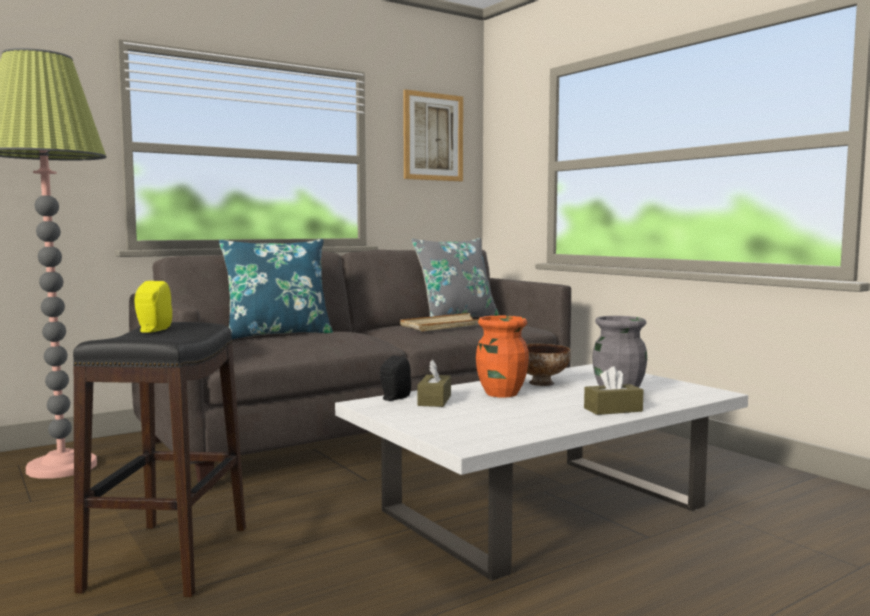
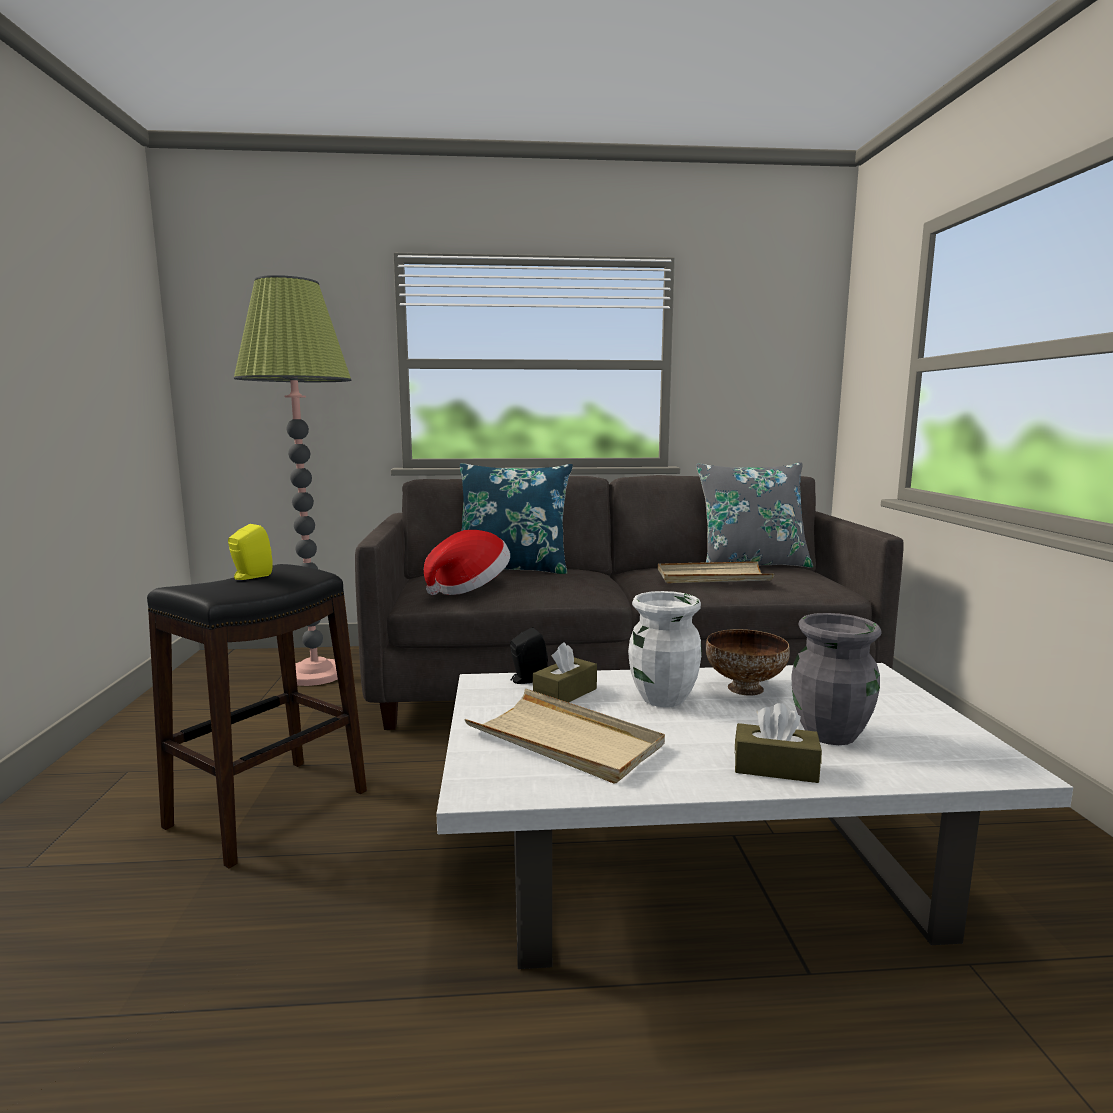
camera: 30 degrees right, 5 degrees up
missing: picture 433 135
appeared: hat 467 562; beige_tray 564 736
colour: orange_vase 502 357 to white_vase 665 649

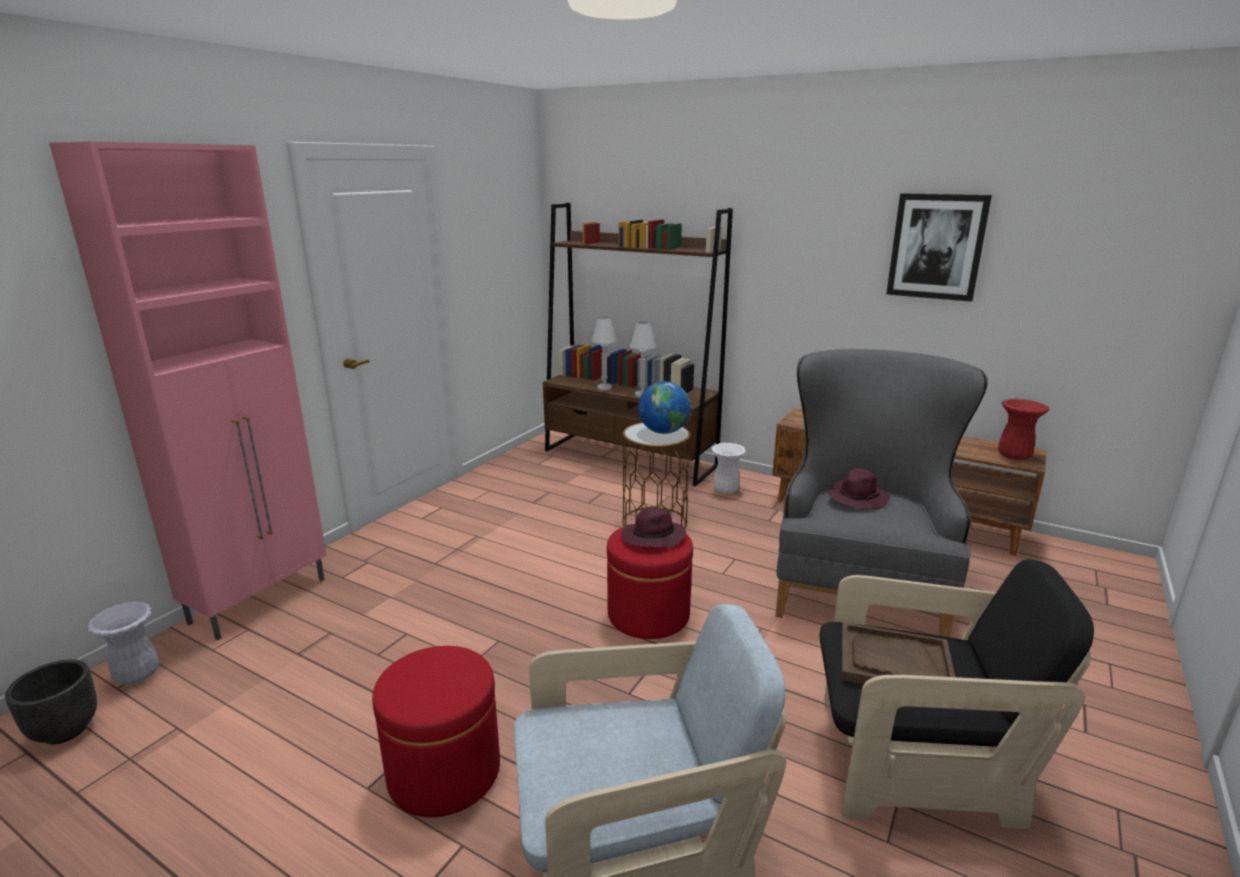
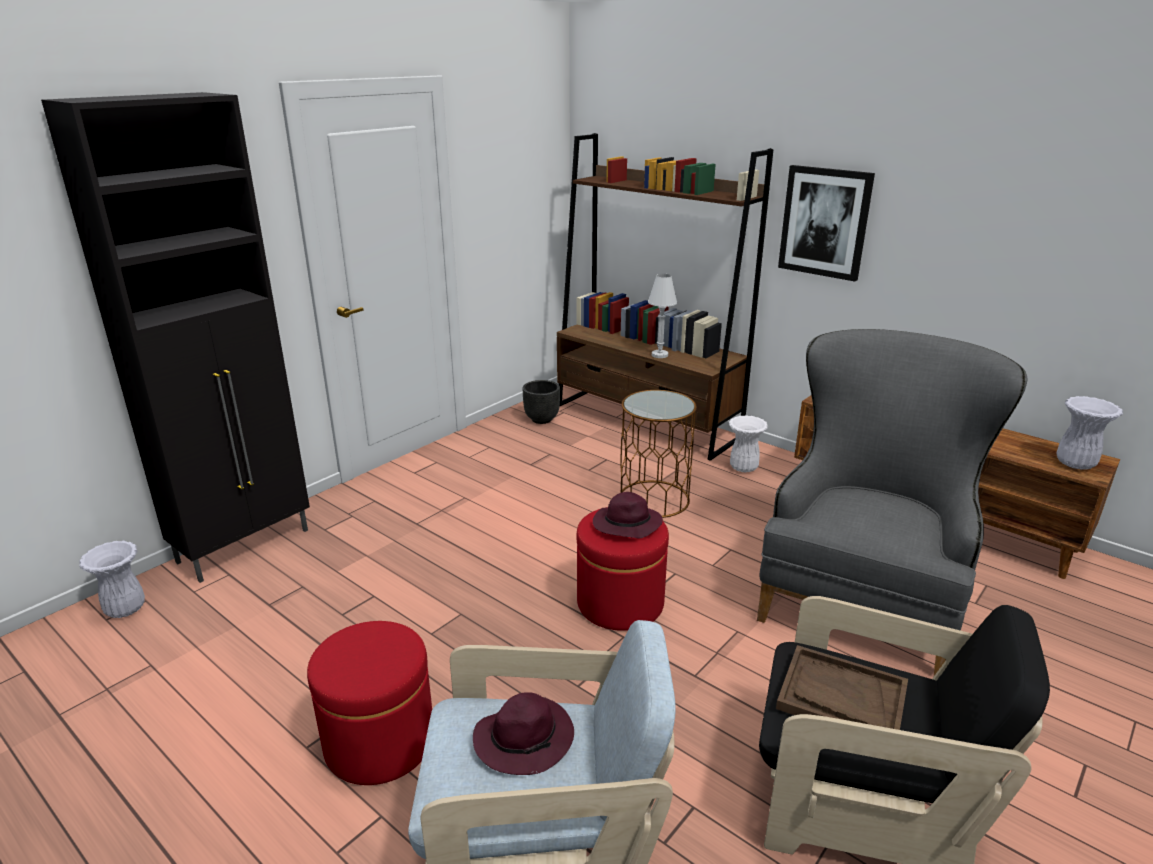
camera: 10 degrees right, 5 degrees up
missing: white_table_lamp 604 353; globe 664 407
relocated: picture 939 247 to 826 223; purple_hat 858 488 to 523 733; black_planter 51 701 to 541 402
colour: pink_cabinet 188 391 to black_cabinet 175 337; red_vase 1024 429 to white_vase 1089 432

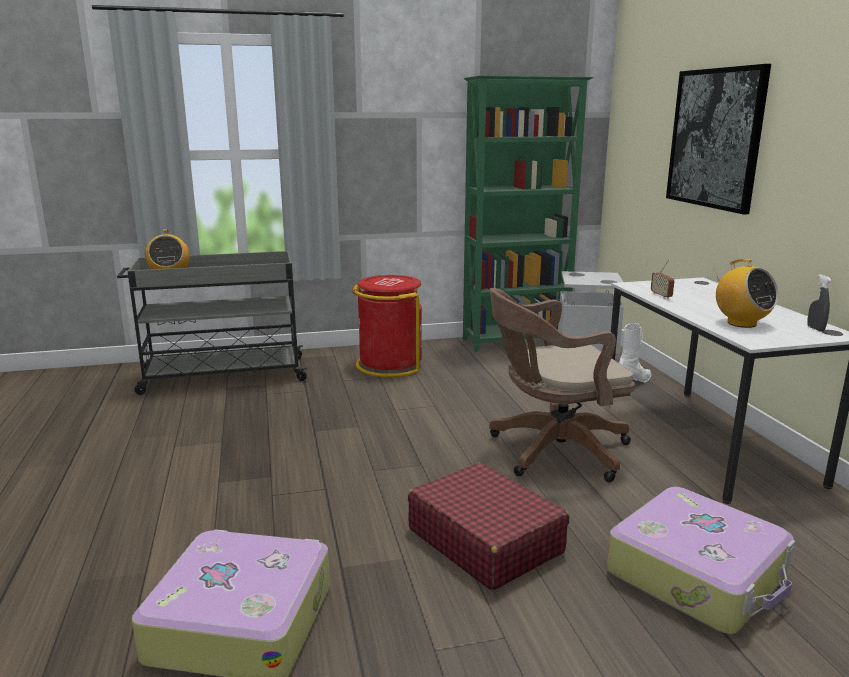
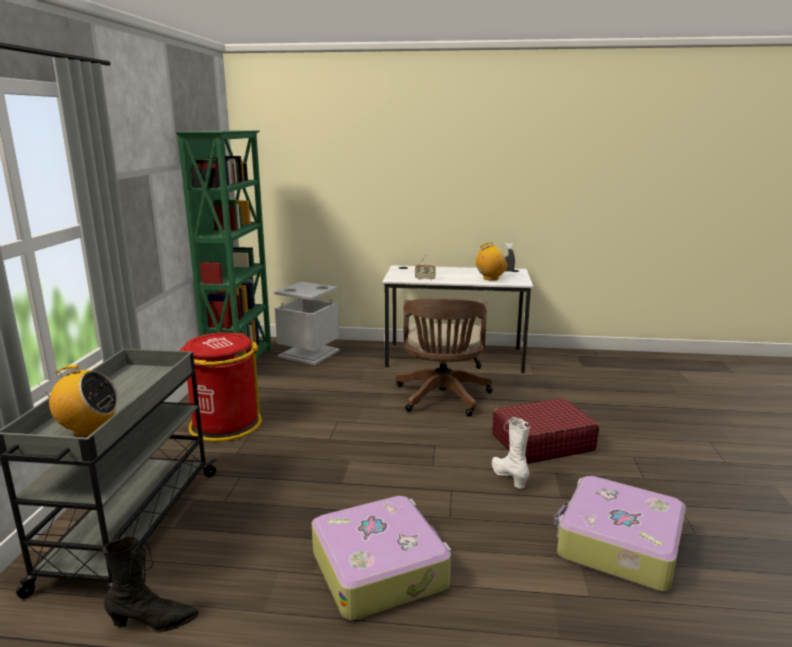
camera: 70 degrees left, 0 degrees up
missing: picture 718 139
appeared: black_boot 151 583
relocated: white_boot 635 353 to 511 453; suitcase 701 560 to 381 558

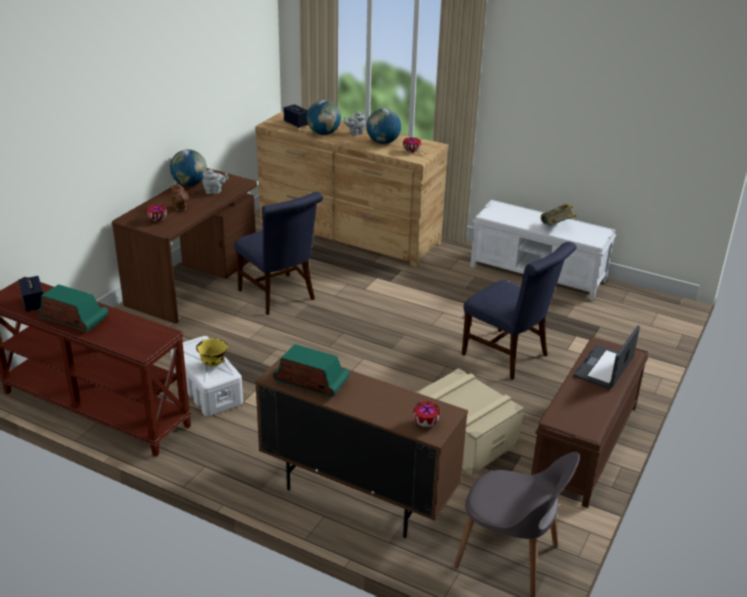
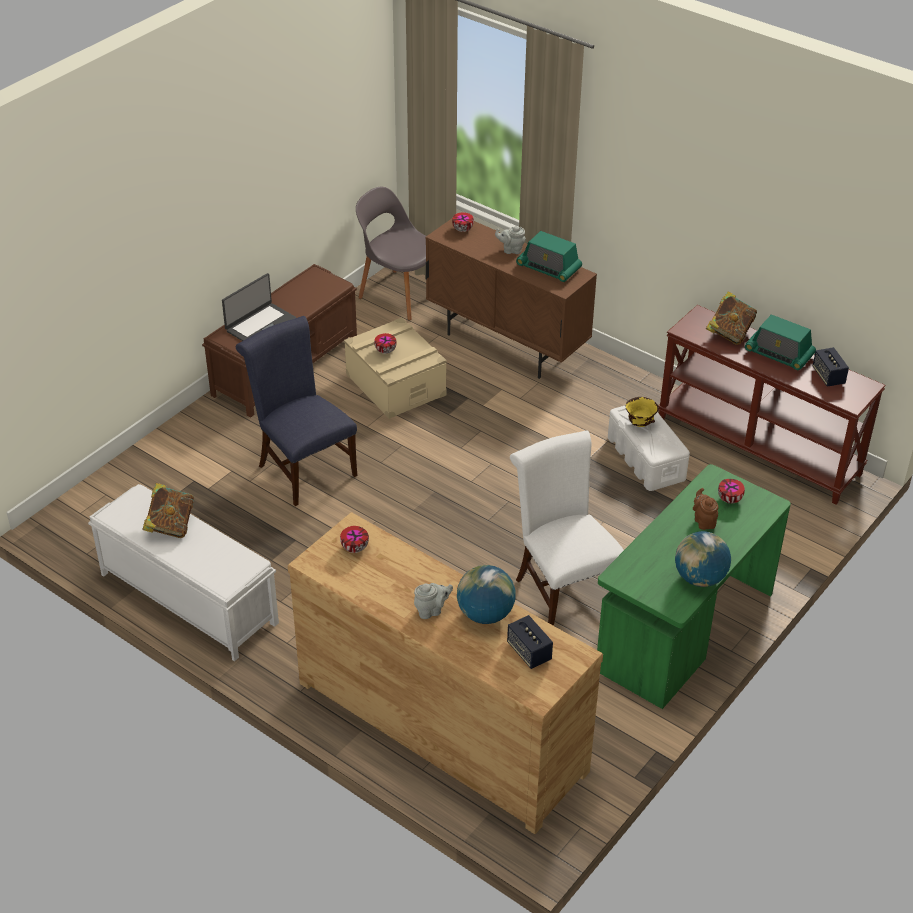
camera: 170 degrees left, 10 degrees up
missing: globe 383 126
appeared: book 731 318; bowl 385 343
relocated: grey_teapot 215 181 to 510 240
colour: brown_desk 184 245 to green_desk 694 586; blue_chair 278 253 to white_chair 567 528

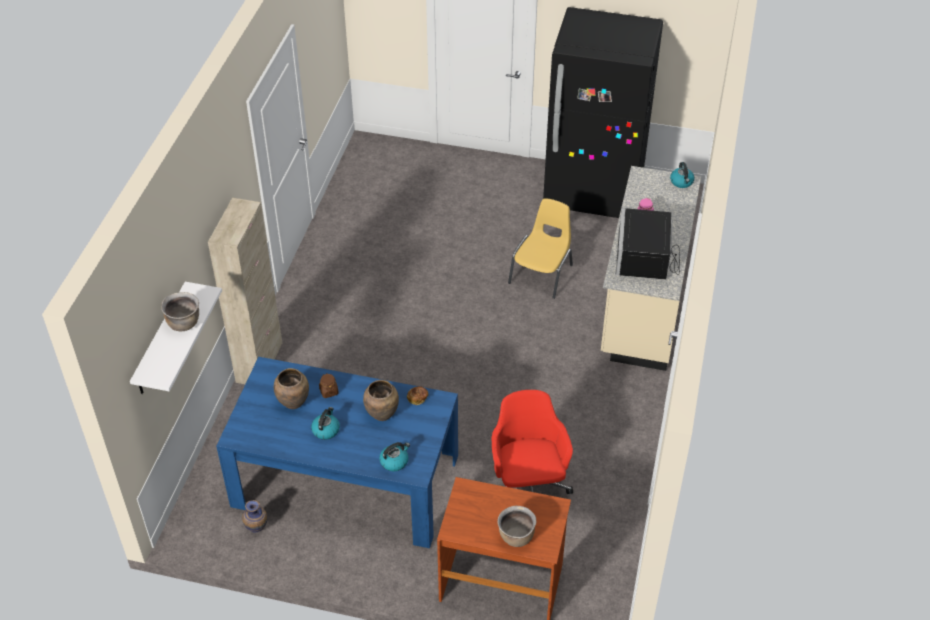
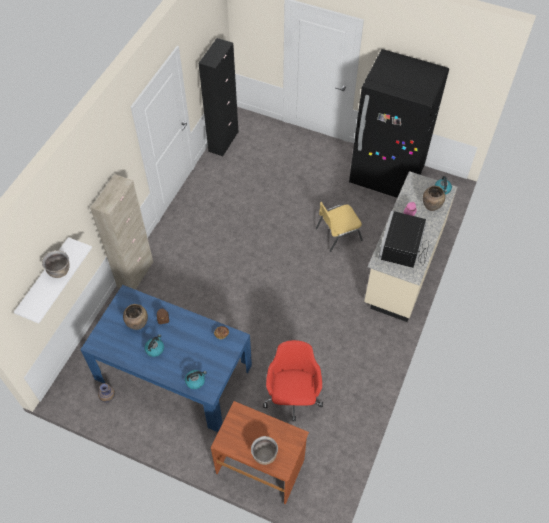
camera: 10 degrees right, 10 degrees up
appeared: black_cabinet 218 97
relocated: brown_vase 381 400 to 434 198
spun: yellow_chair 540 248 = 339 227 150 degrees counterclockwise

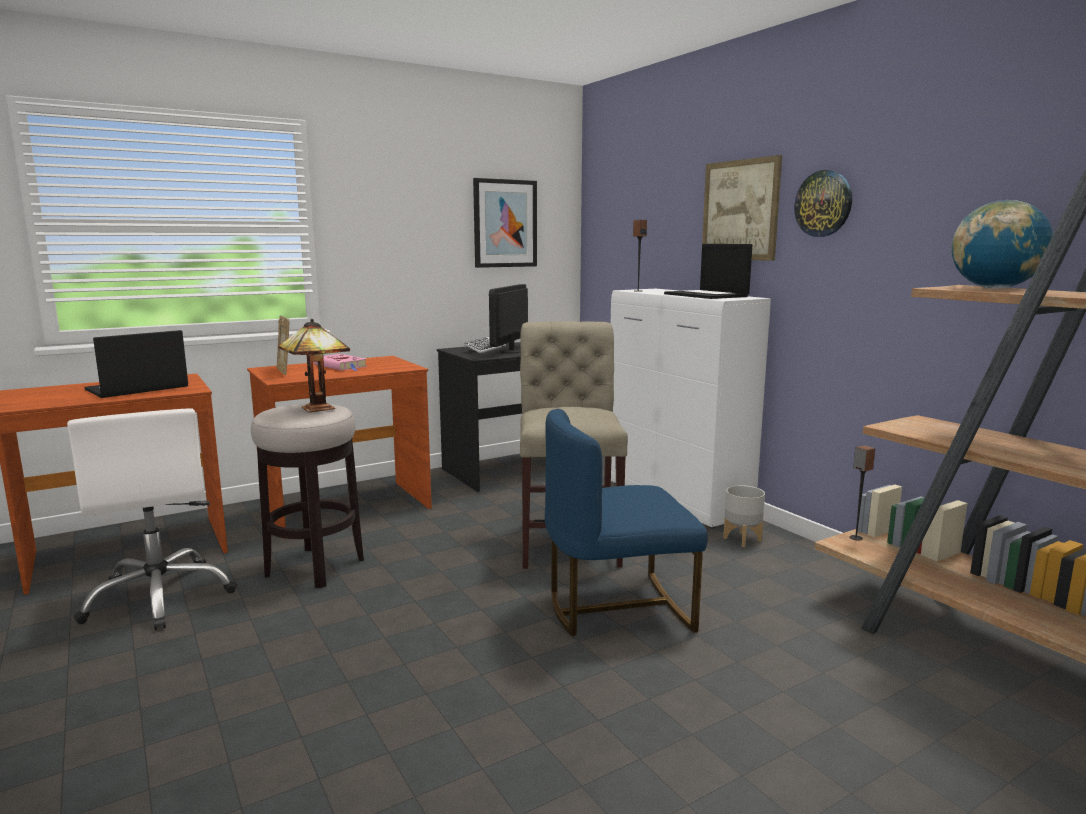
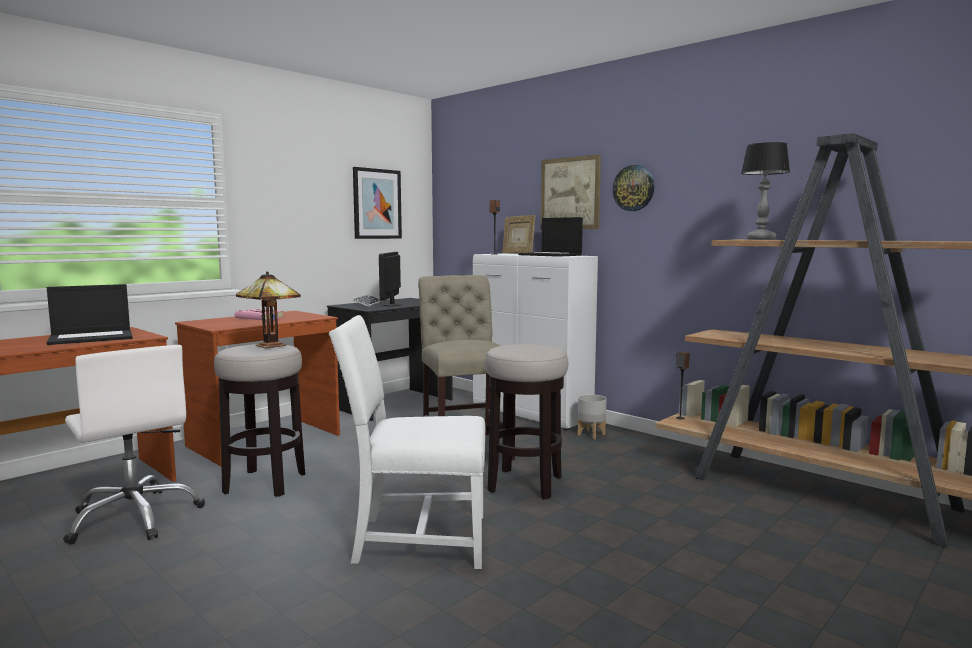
camera: 15 degrees left, 5 degrees down
appeared: white_chair 407 442
relocated: picture_frame 283 345 to 518 234
exchanged: globe 1002 244 to table_lamp 765 191; blue_chair 626 522 to stool 526 421
spun: laptop 136 364 = 89 314 150 degrees counterclockwise

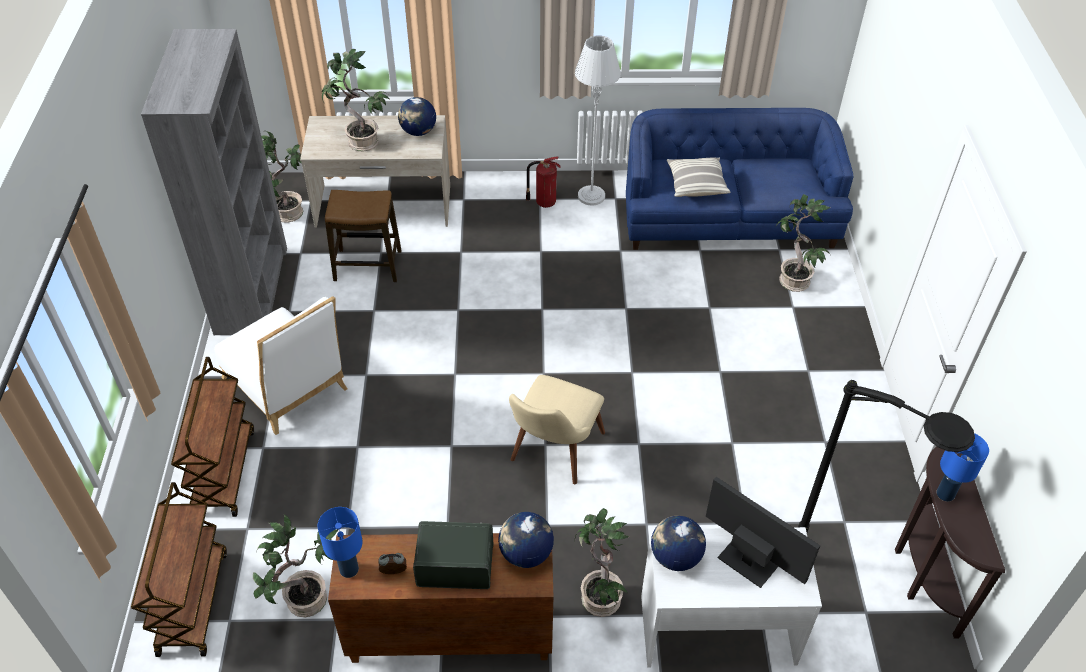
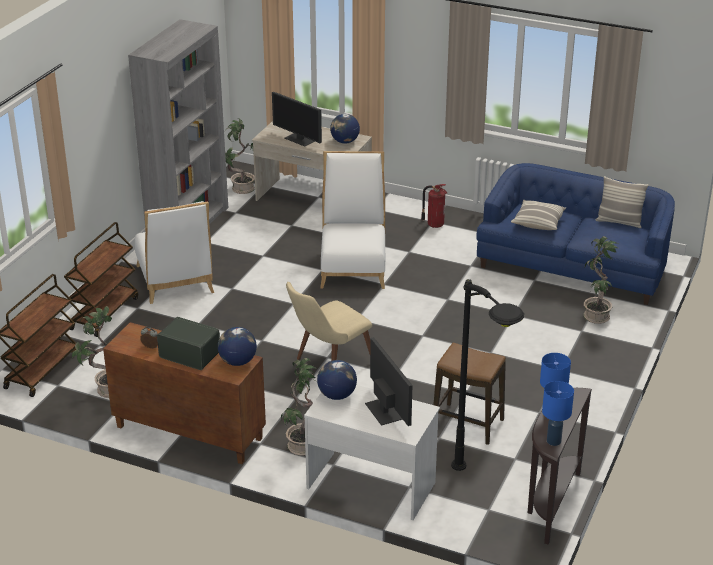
camera: 25 degrees right, 15 degrees down
missing: grey_floor_lamp 598 120
appeared: white_chair 352 220; pillow 622 202
relocated: stool 363 236 to 469 394; blue_table_lamp 340 542 to 558 413
exchanged: potted_plant 355 100 to monitor 297 119

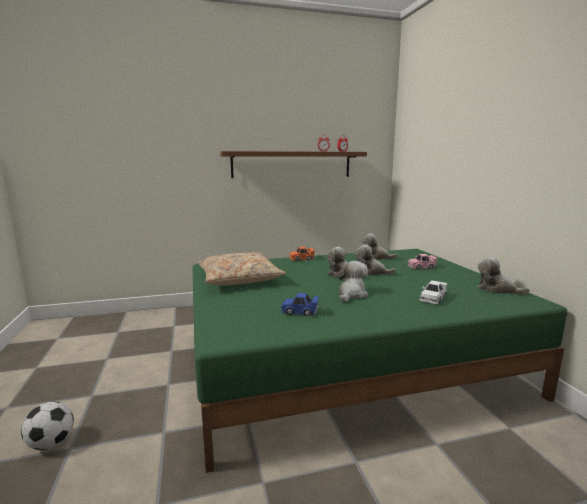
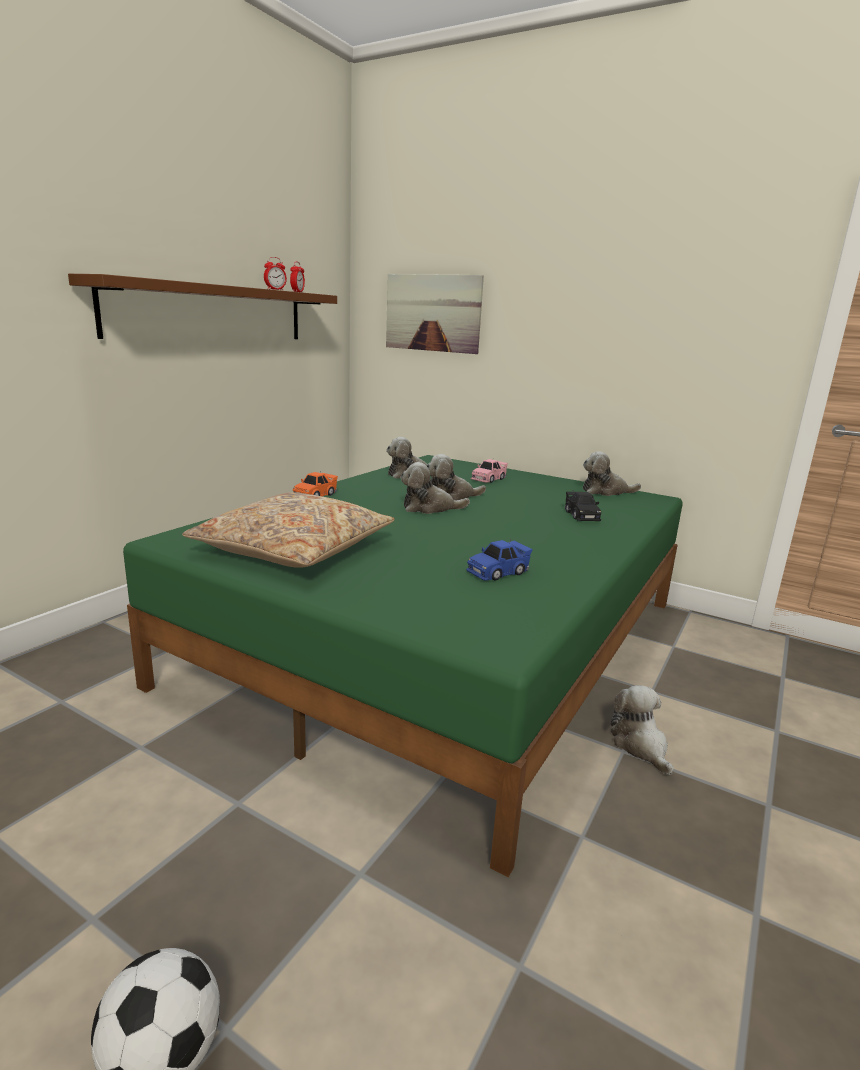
camera: 45 degrees left, 5 degrees up
appeared: picture 435 314
relocated: plush_toy 353 281 to 642 730
colour: white_toy_car 433 292 to black_toy_car 583 505

